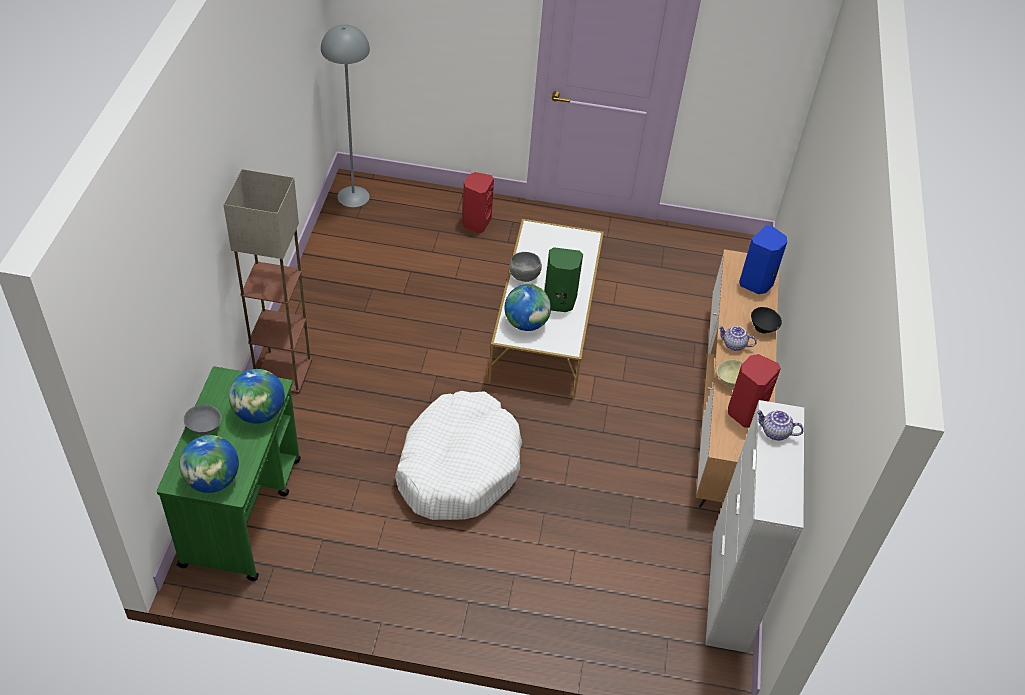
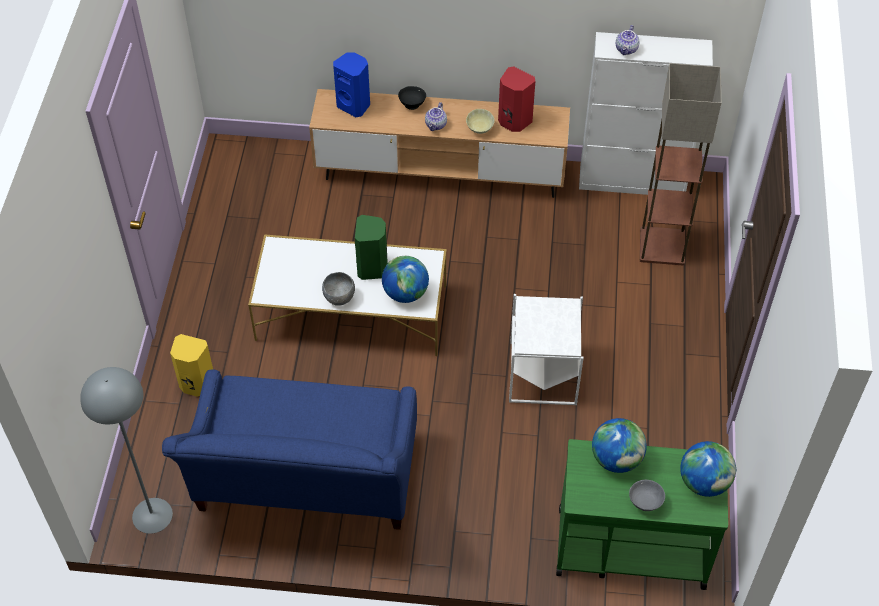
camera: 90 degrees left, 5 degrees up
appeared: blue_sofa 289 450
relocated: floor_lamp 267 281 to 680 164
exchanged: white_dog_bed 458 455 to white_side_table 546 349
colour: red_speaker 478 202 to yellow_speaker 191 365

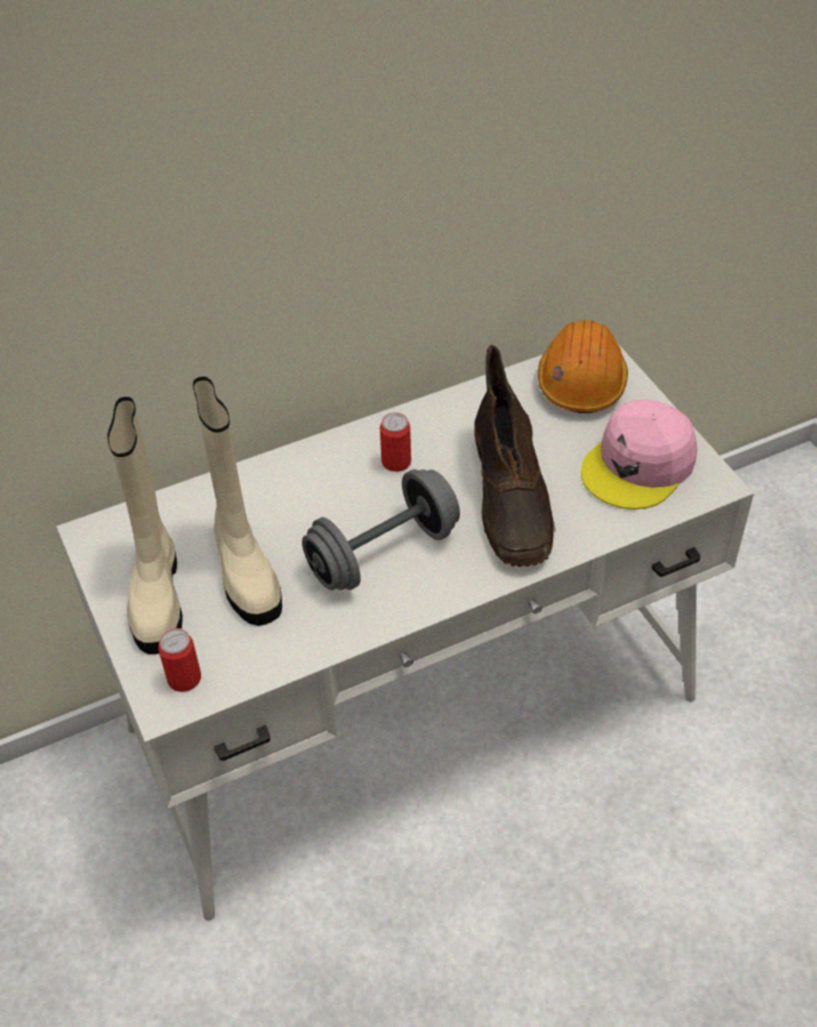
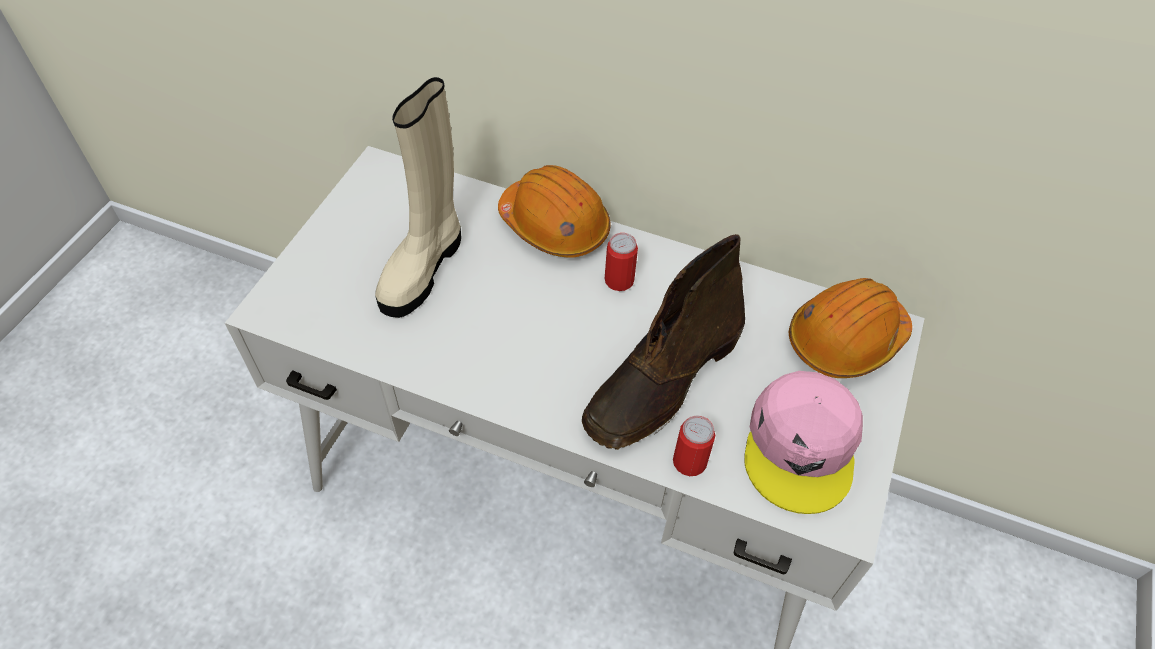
camera: 45 degrees right, 5 degrees up
missing: beige_boot 145 525; grey_dumbbell 381 529
appeared: orange_hard_hat 554 211
relocated: can 179 660 to 694 446
spun: pink_cap 639 454 = 803 442 75 degrees counterclockwise

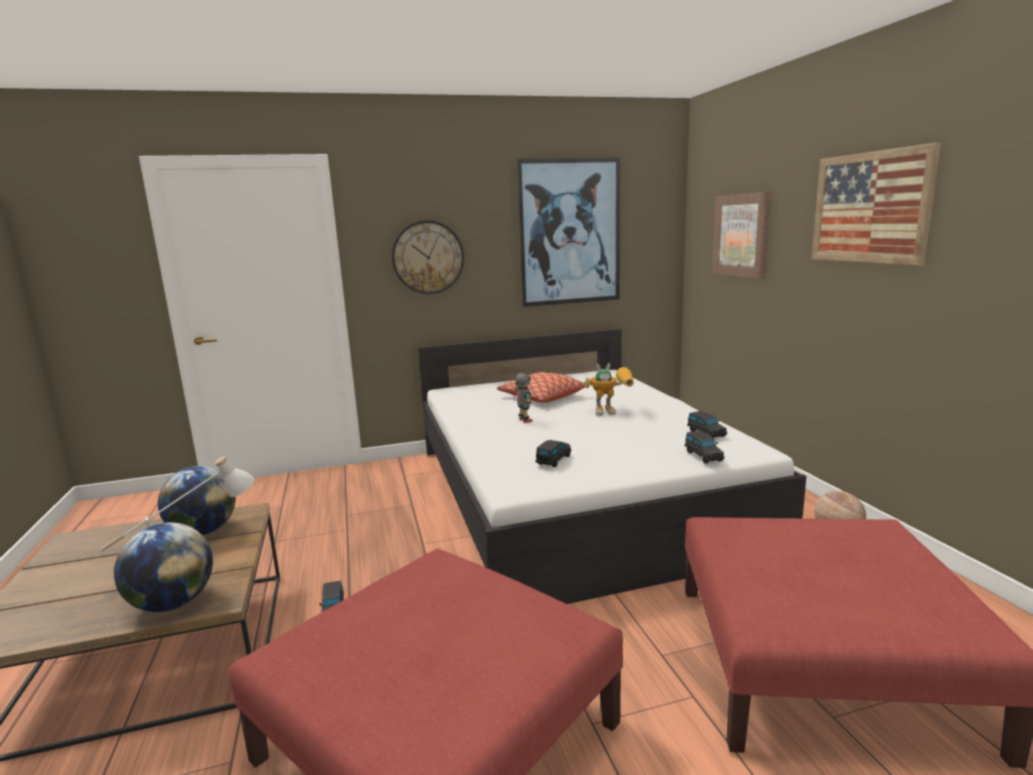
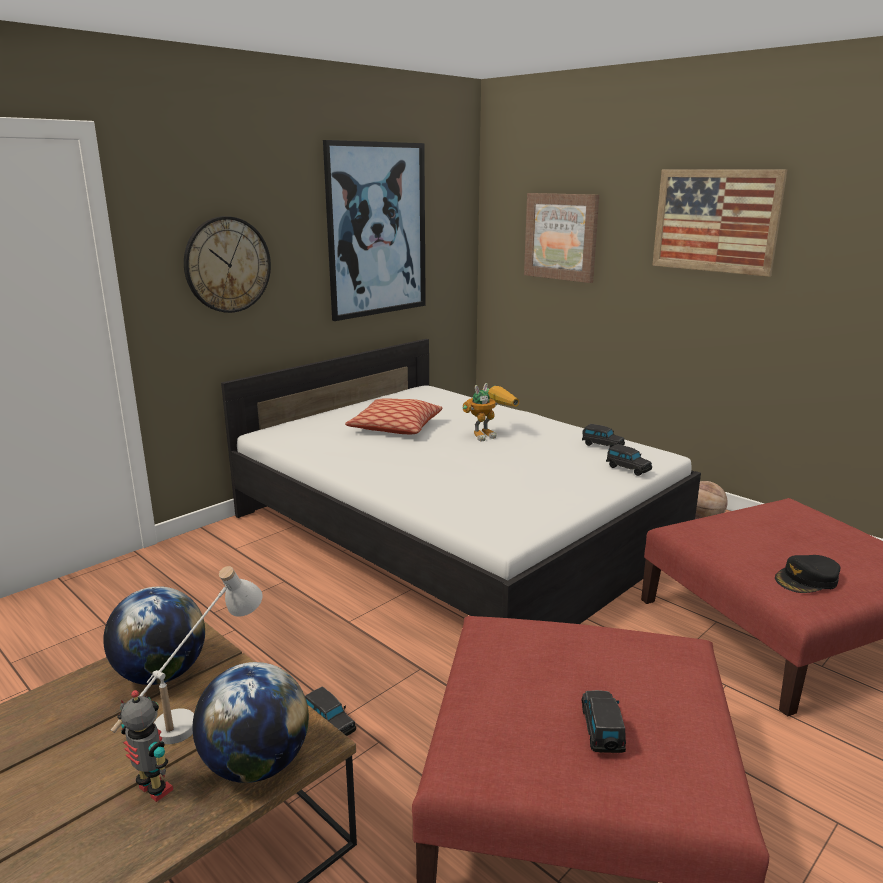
camera: 30 degrees left, 5 degrees up
appeared: black_cap 808 574
relocated: toy_robot 523 395 to 145 746; black_toy_car 553 453 to 604 721

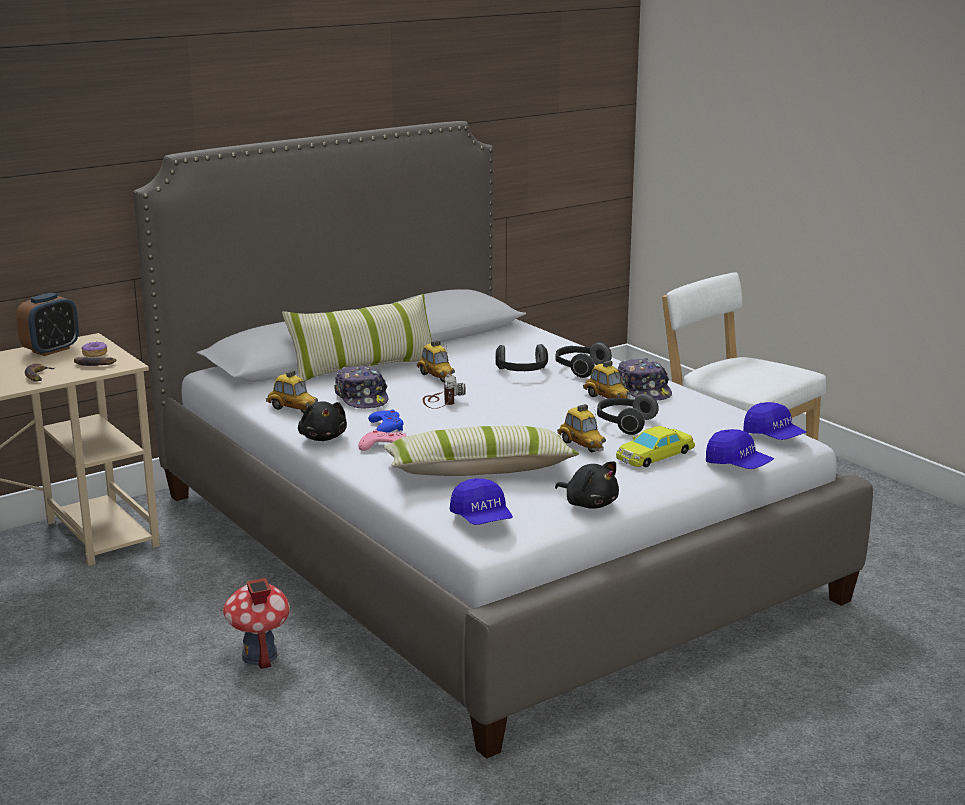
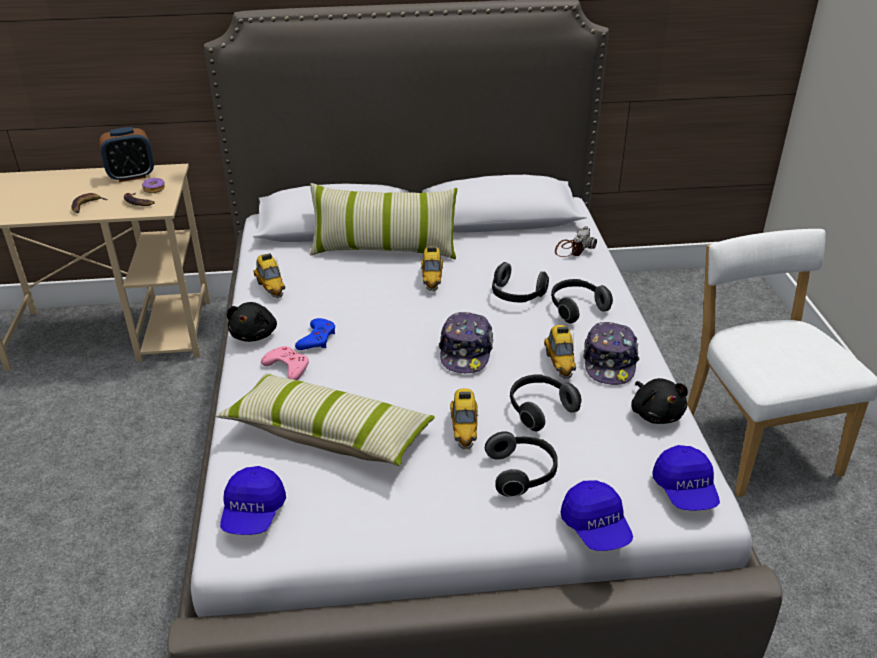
camera: 30 degrees right, 15 degrees up
missing: toy_house 256 623
relocated: cap 361 386 to 466 342; photo_camera 444 391 to 576 241; black_plush_toy 587 485 to 659 401
exchanged: yellow_toy_car 655 446 to headphones 521 464

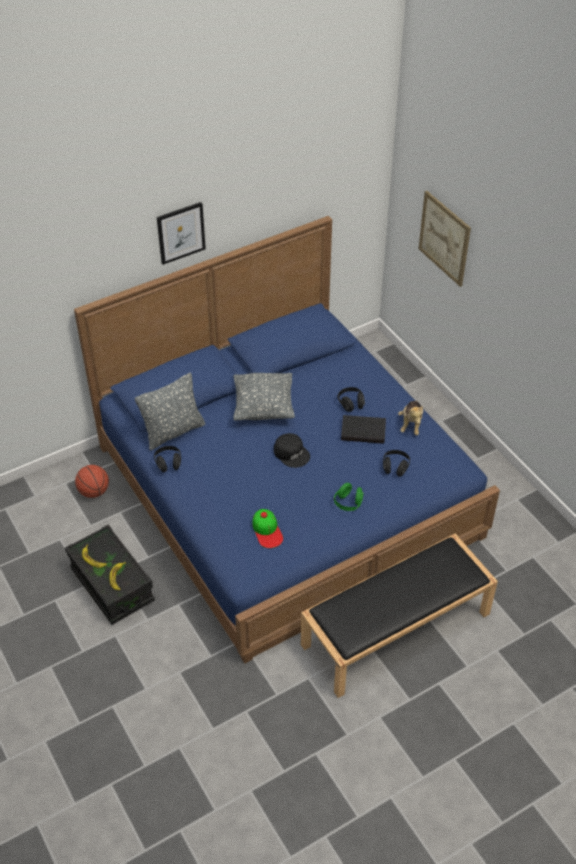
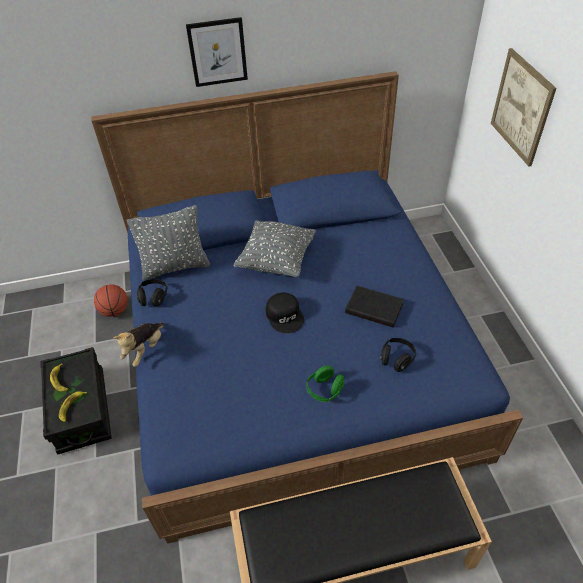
camera: 20 degrees right, 0 degrees up
missing: black_headphones 351 399; cap 267 528
relocated: plush_toy 410 418 to 138 344

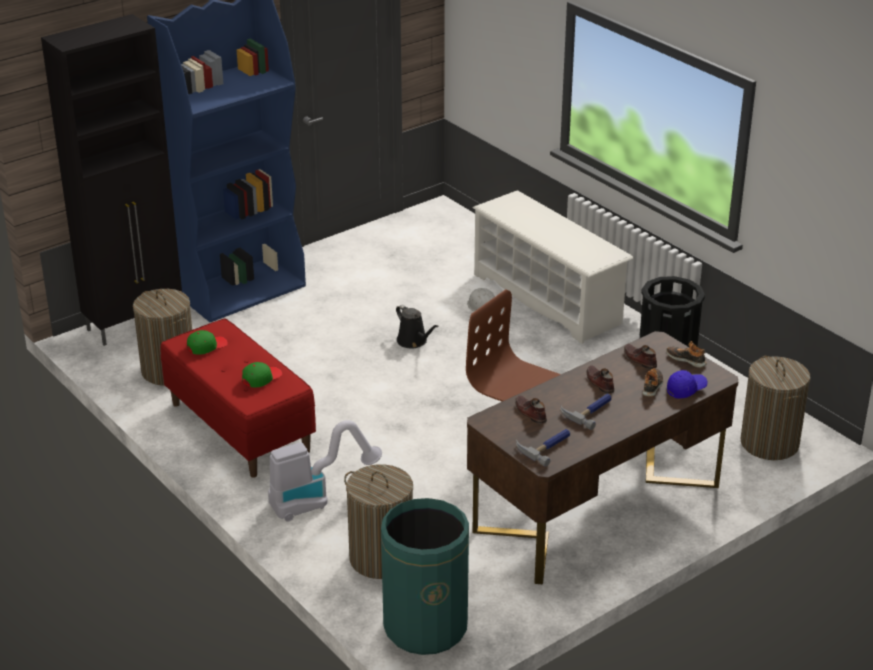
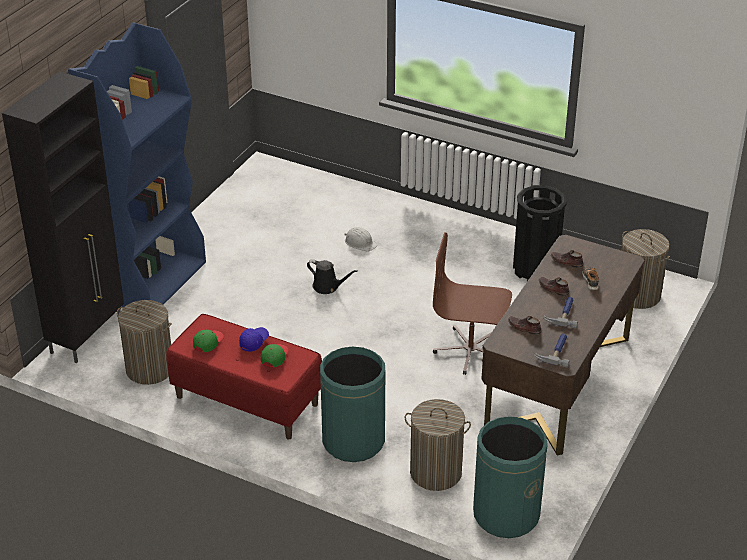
camera: 25 degrees left, 5 degrees up
missing: white_shoe_rack 553 267; shoe 686 354
relocated: blue_cap 687 384 to 254 339
exchanged: vacuum_cleaner 325 470 to green_trash_can 352 404

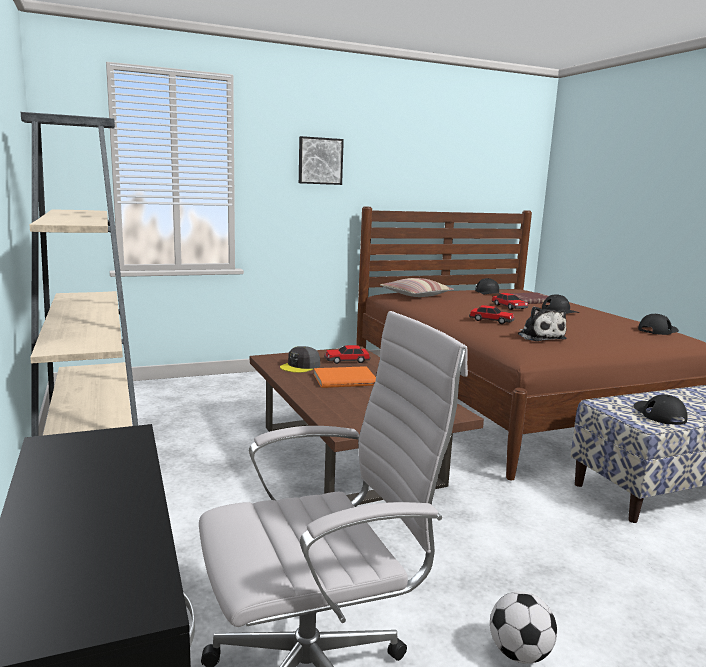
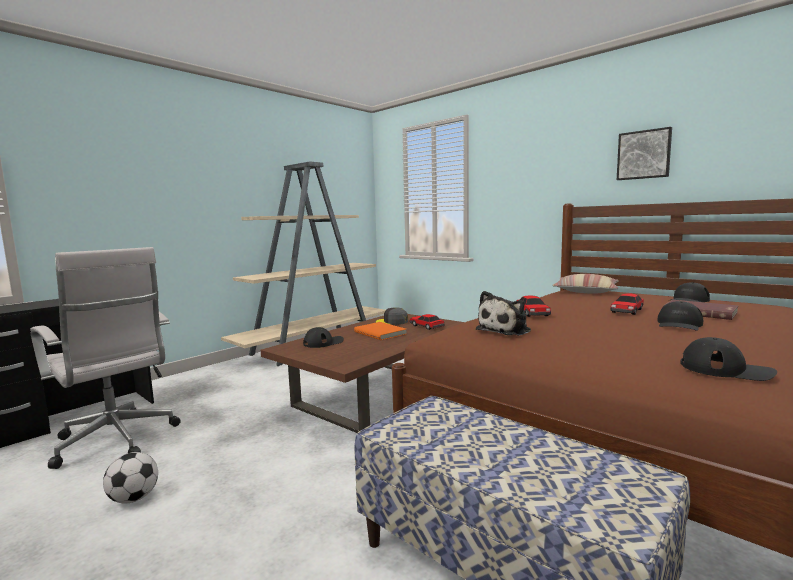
camera: 65 degrees right, 5 degrees down
relocated: picture 321 160 to 644 153; black_cap 660 409 to 323 337

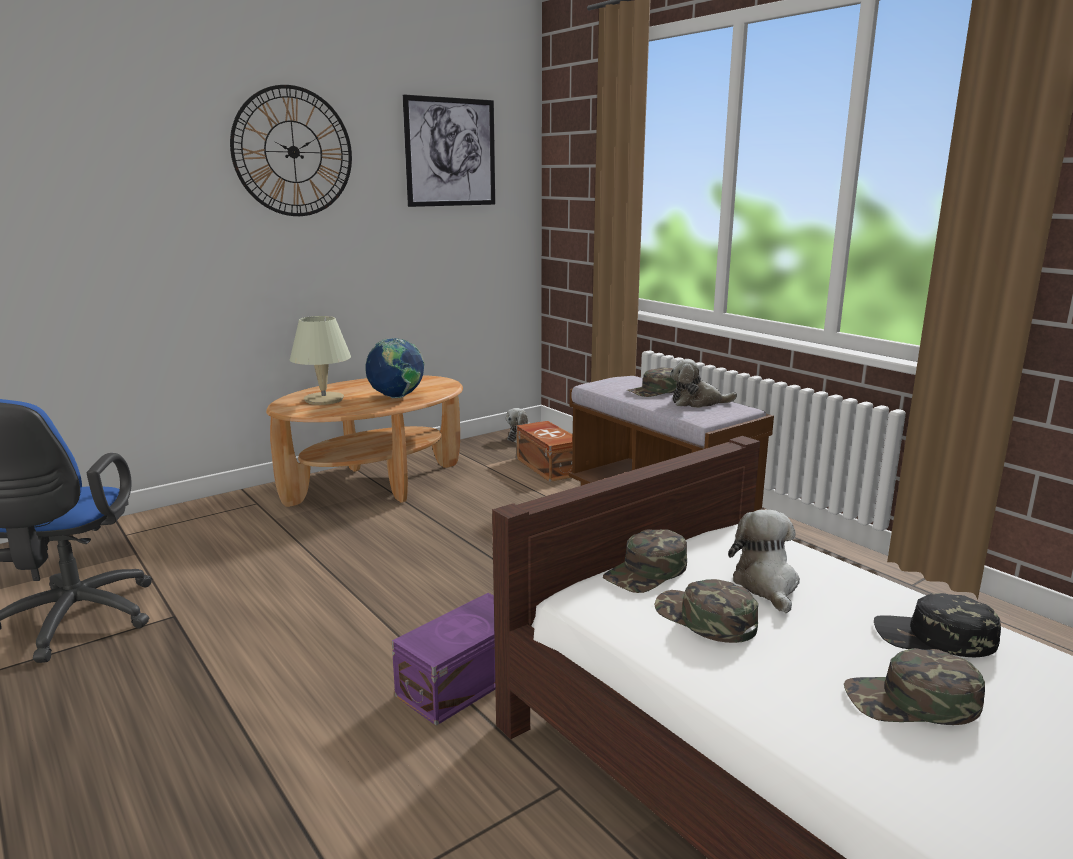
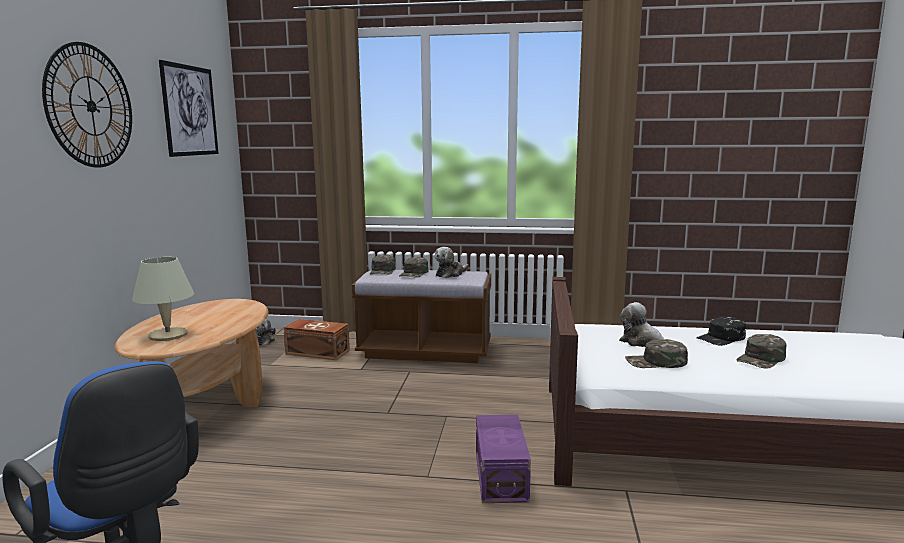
camera: 45 degrees left, 5 degrees down
missing: globe 394 368
relocated: green_cap 645 561 to 383 264

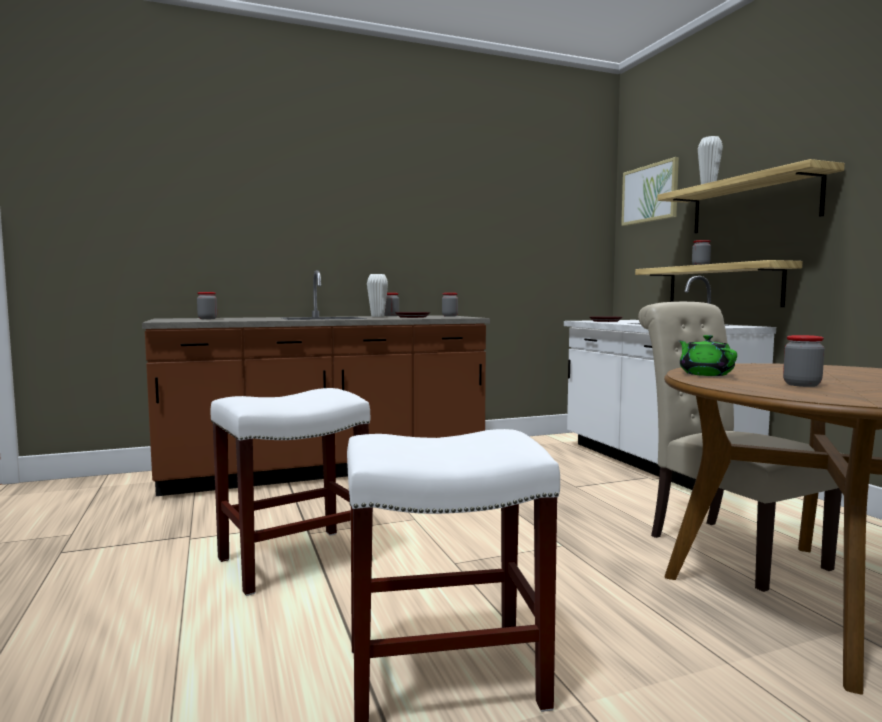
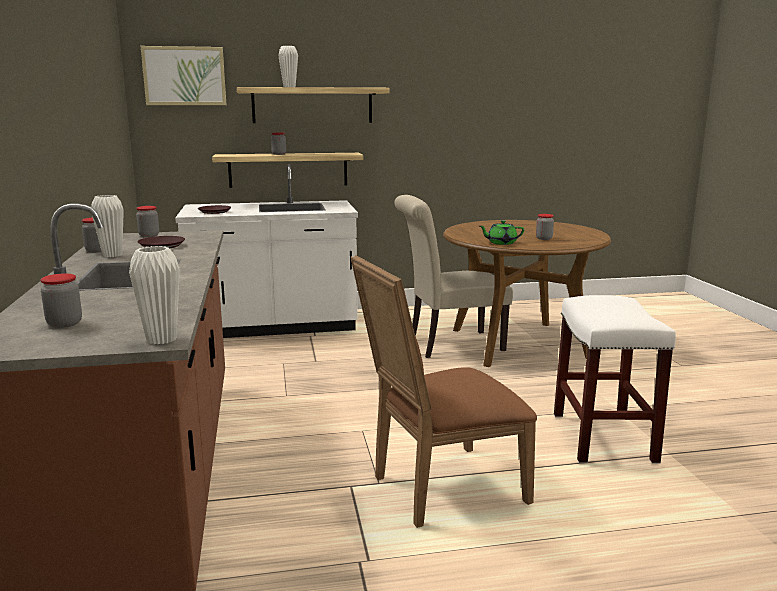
camera: 80 degrees left, 10 degrees up
appeared: white_vase 154 295
exchanged: white_stool 290 492 to brown_chair 443 391

